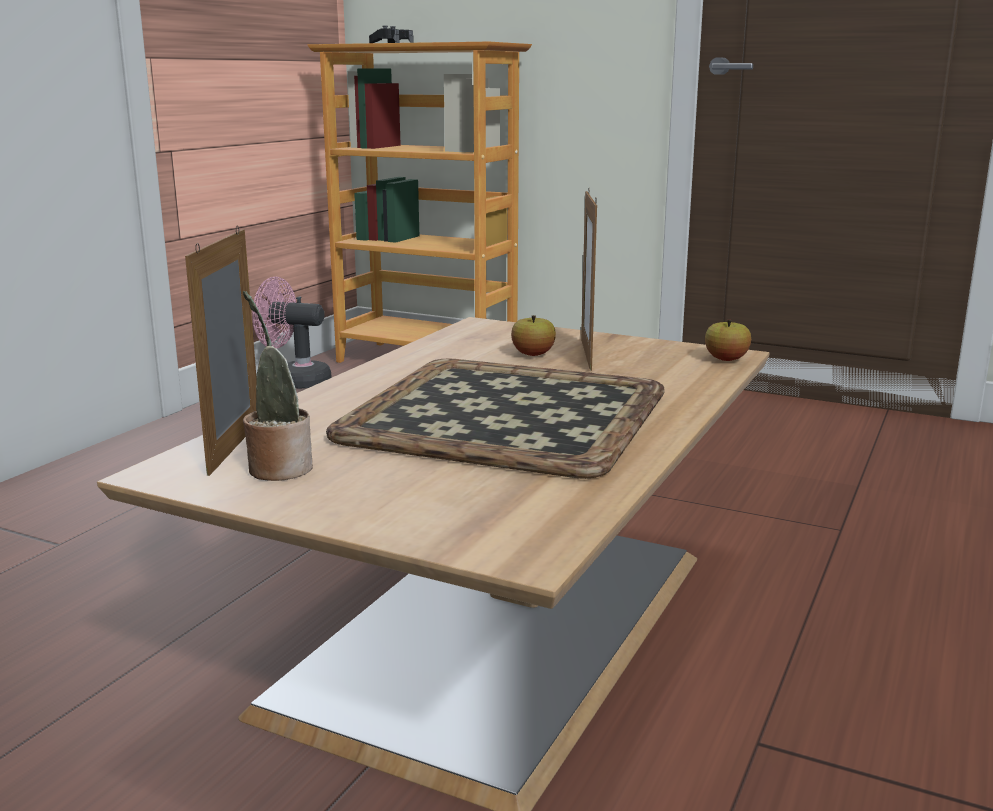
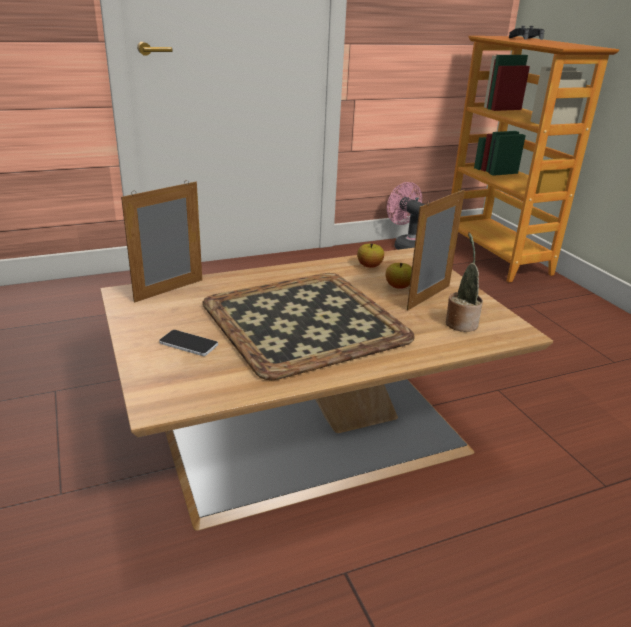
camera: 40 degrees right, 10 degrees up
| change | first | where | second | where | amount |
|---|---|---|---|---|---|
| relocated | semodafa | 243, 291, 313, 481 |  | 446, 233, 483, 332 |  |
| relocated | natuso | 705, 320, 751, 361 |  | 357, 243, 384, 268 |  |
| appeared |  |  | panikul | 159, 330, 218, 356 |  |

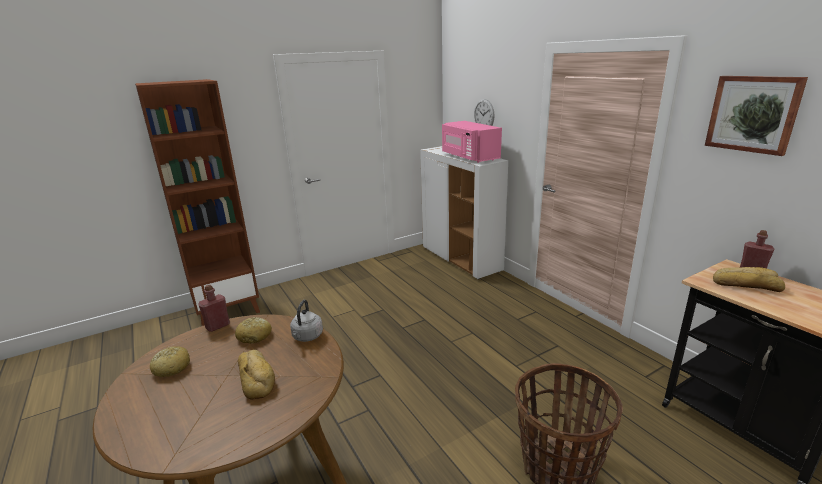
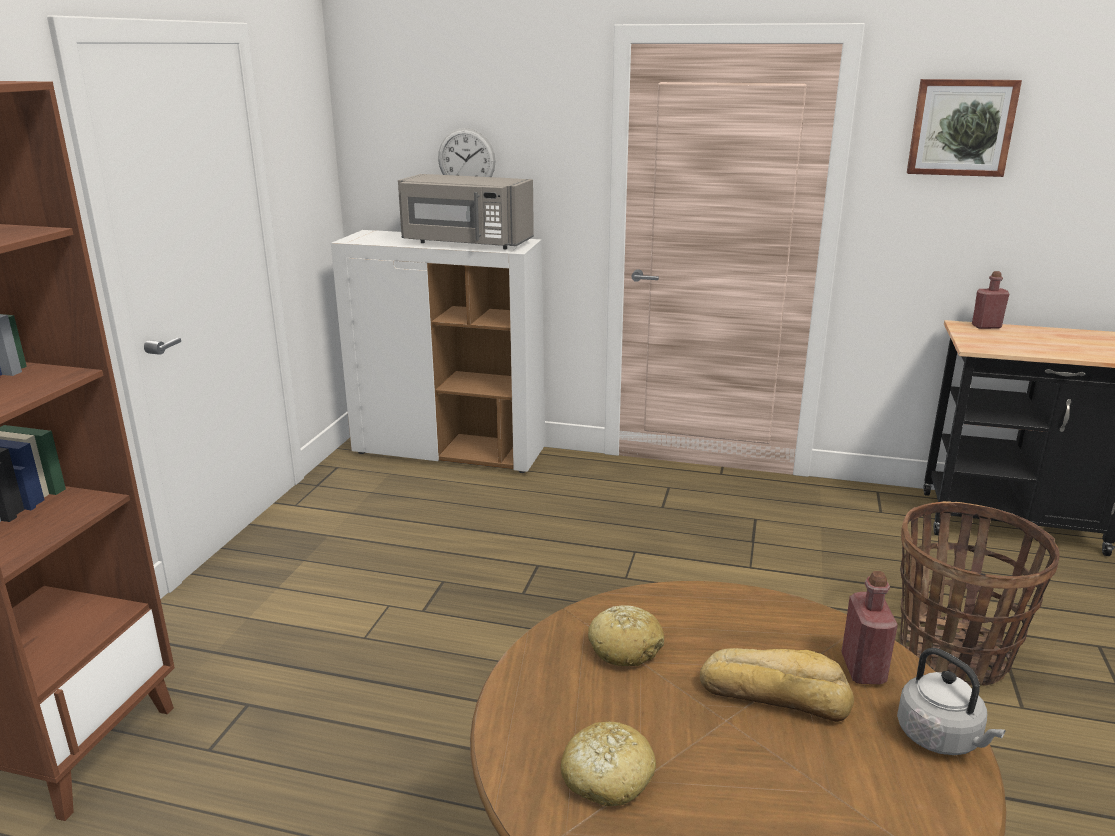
camera: 45 degrees left, 0 degrees up
| change | first | where | second | where | amount |
|---|---|---|---|---|---|
| colour | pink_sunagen | 442, 121, 502, 163 | grey_sunagen | 398, 174, 534, 249 |  |
| missing | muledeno | 713, 267, 785, 292 |  |  |  |
| relocated | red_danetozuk | 198, 285, 230, 332 |  | 842, 571, 898, 684 |  |
| relocated | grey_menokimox | 290, 300, 323, 342 |  | 897, 648, 1006, 755 |  |

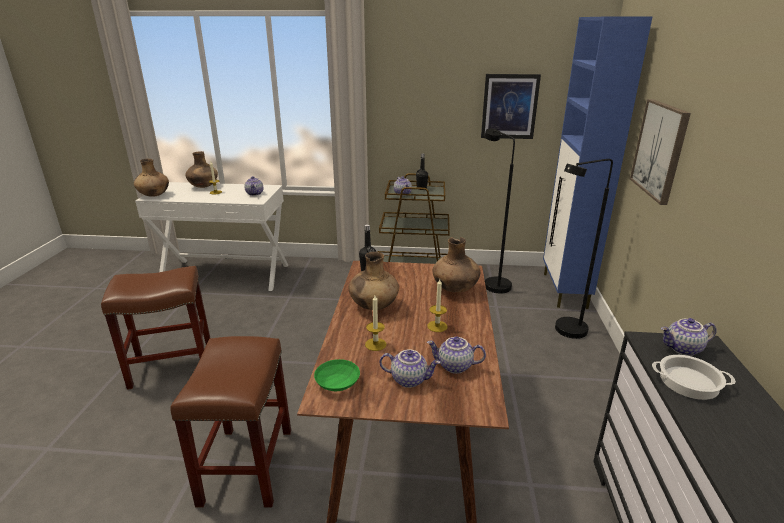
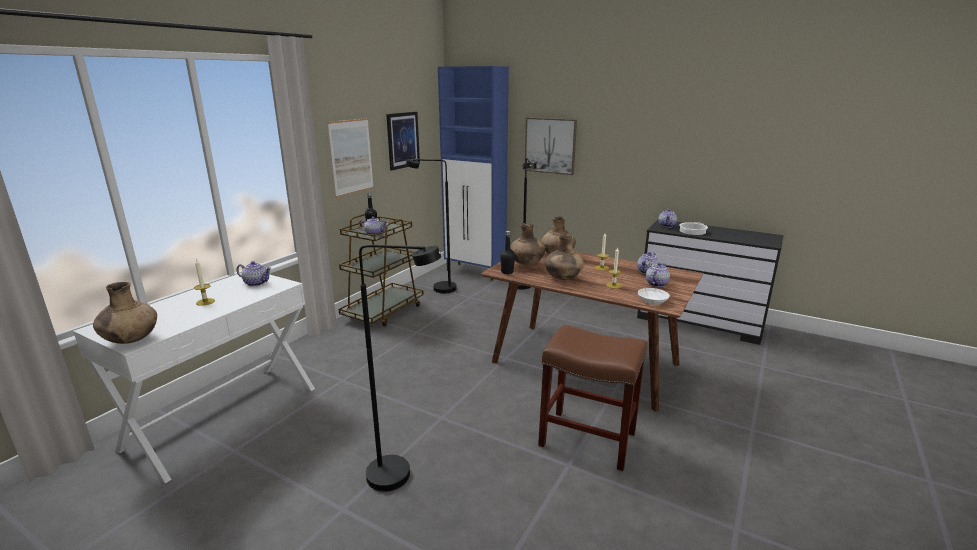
camera: 65 degrees left, 5 degrees down
| change | first | where | second | where | amount |
|---|---|---|---|---|---|
| relocated | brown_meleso | 185, 151, 218, 188 |  | 510, 223, 545, 265 |  |
| exchanged | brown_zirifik | 101, 266, 210, 390 | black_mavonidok | 359, 245, 441, 492 |  |
| colour | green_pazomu | 314, 359, 360, 391 | white_pazomu | 638, 288, 670, 305 |  |
| appeared |  |  | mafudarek | 327, 118, 374, 197 |  |

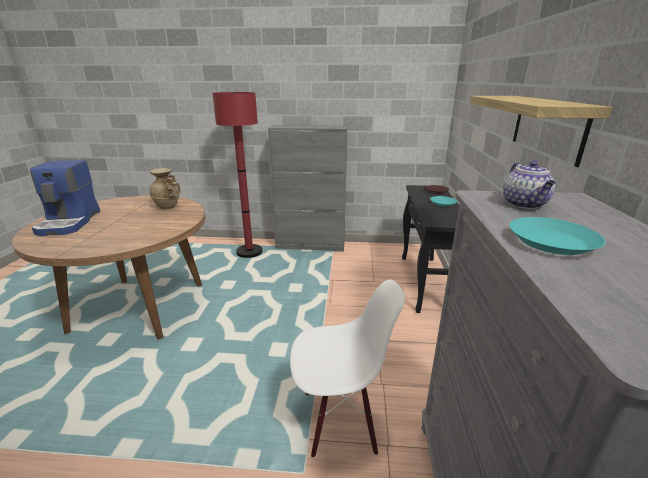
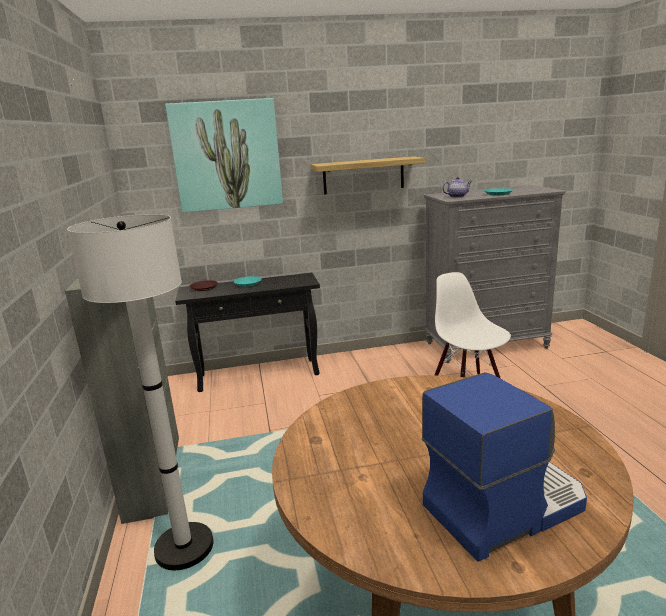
camera: 105 degrees left, 5 degrees down
| change | first | where | second | where | amount |
|---|---|---|---|---|---|
| colour | red_mavonidok | 212, 92, 263, 258 | white_mavonidok | 67, 214, 213, 570 |  |
| missing | beige_meleso | 149, 168, 180, 209 |  |  |  |
| appeared |  |  | mafudarek | 165, 98, 283, 213 |  |

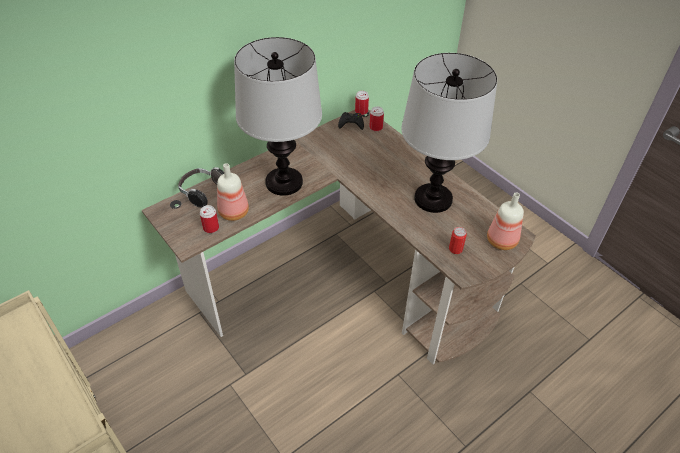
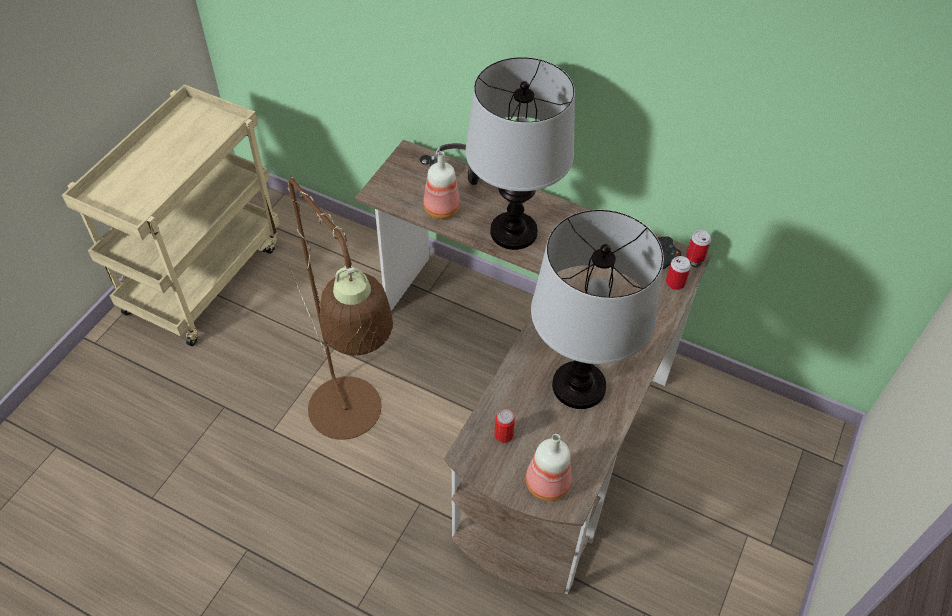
camera: 65 degrees right, 5 degrees up
| change | first | where | second | where | amount |
|---|---|---|---|---|---|
| missing | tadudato | 200, 205, 219, 233 |  |  |  |
| appeared |  |  | brown_mavonidok | 288, 177, 393, 440 |  |

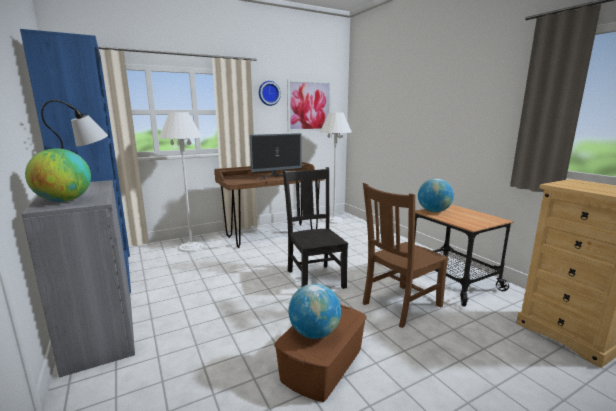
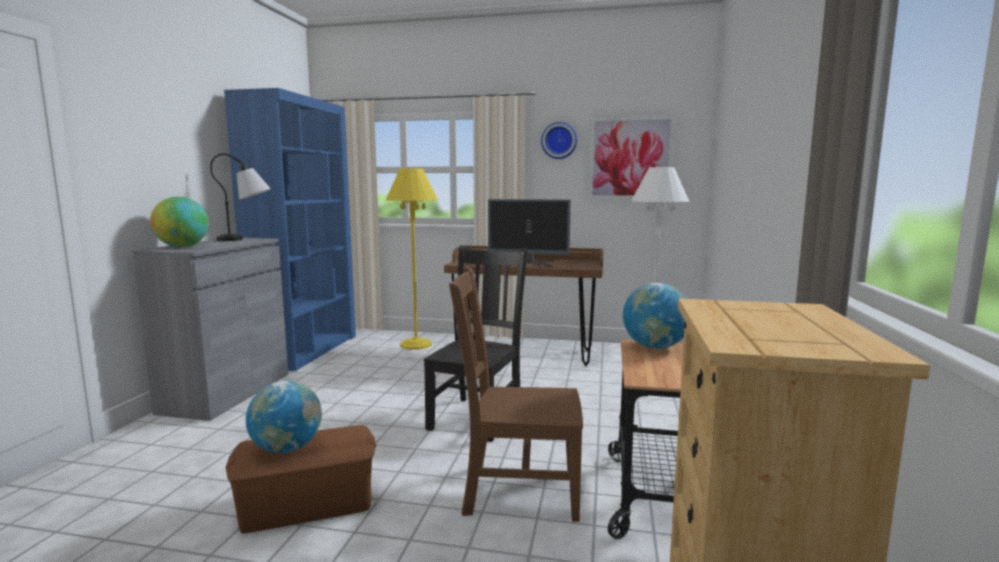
camera: 40 degrees right, 5 degrees down
| change | first | where | second | where | amount |
|---|---|---|---|---|---|
| colour | white_mavonidok | 159, 112, 204, 252 | yellow_mavonidok | 386, 168, 438, 350 |  |

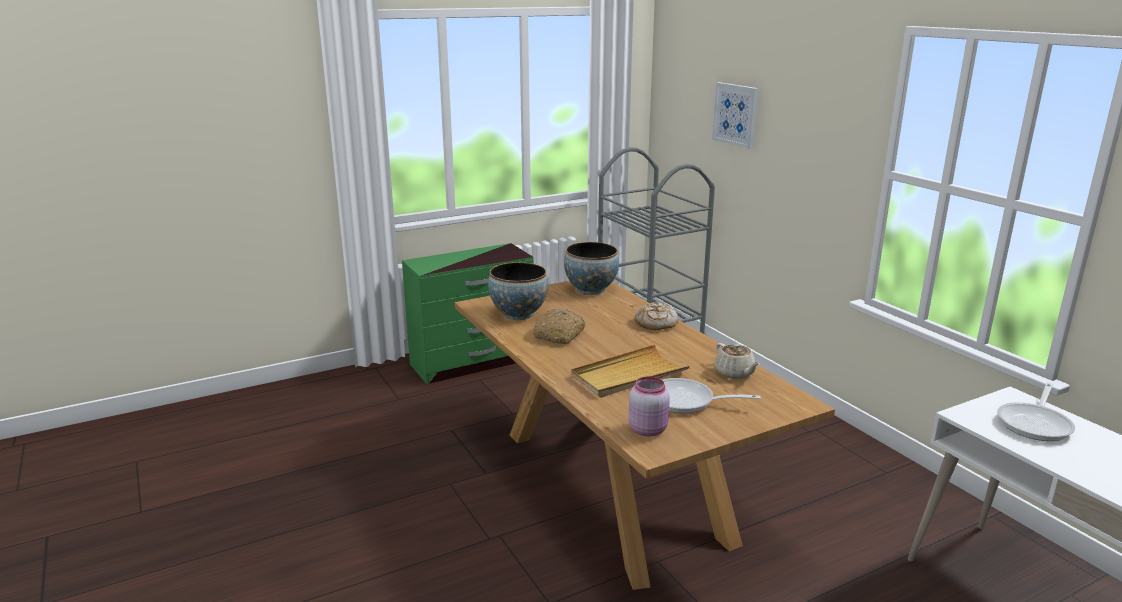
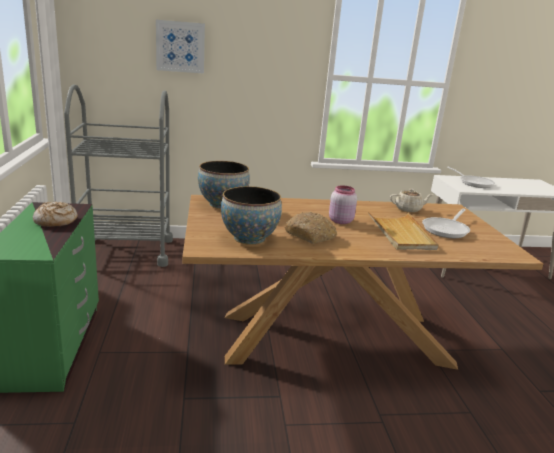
camera: 70 degrees left, 0 degrees up
| change | first | where | second | where | amount |
|---|---|---|---|---|---|
| relocated | muledeno | 634, 302, 679, 330 |  | 33, 201, 78, 227 |  |
| relocated | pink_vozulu | 629, 377, 670, 436 |  | 329, 185, 357, 224 |  |

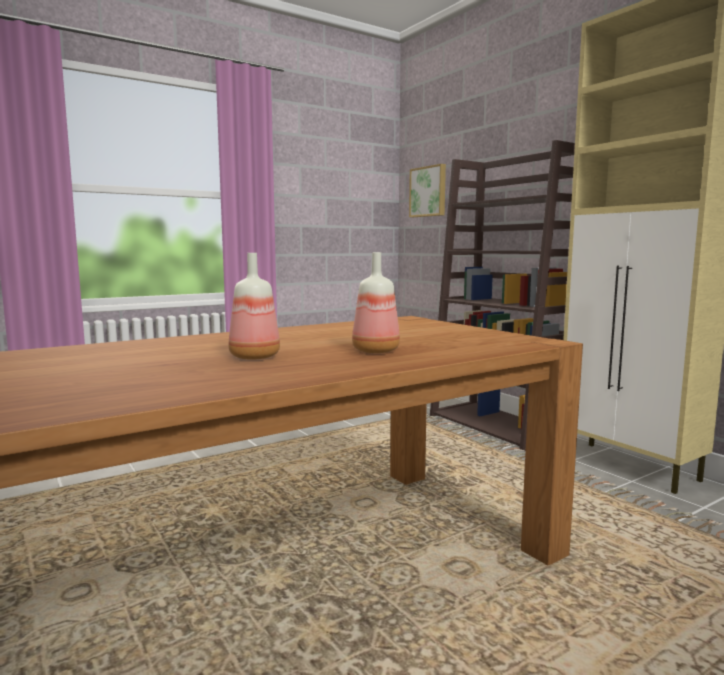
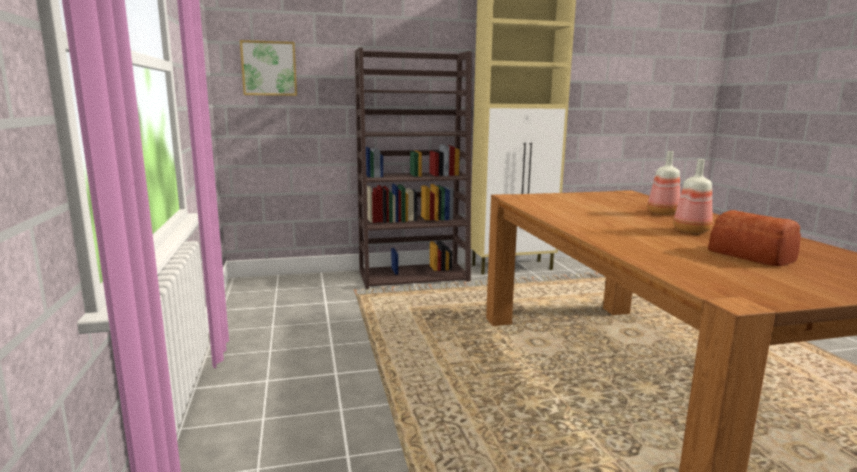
camera: 70 degrees left, 5 degrees up
| change | first | where | second | where | amount |
|---|---|---|---|---|---|
| appeared |  |  | muledeno | 708, 210, 801, 266 |  |

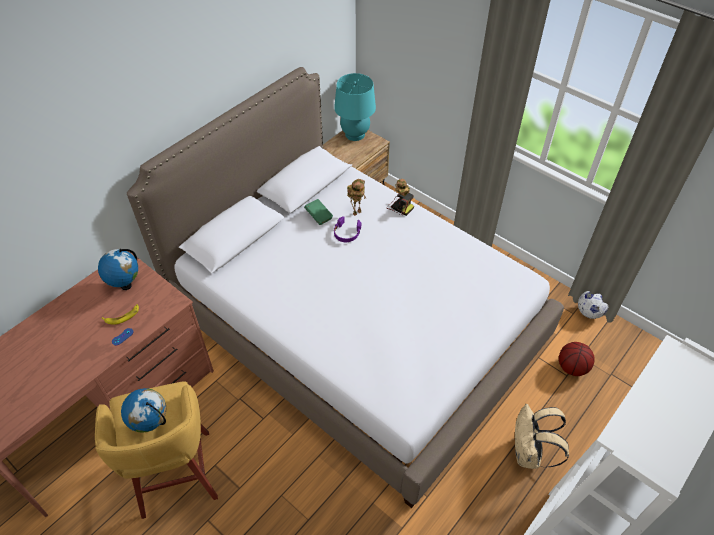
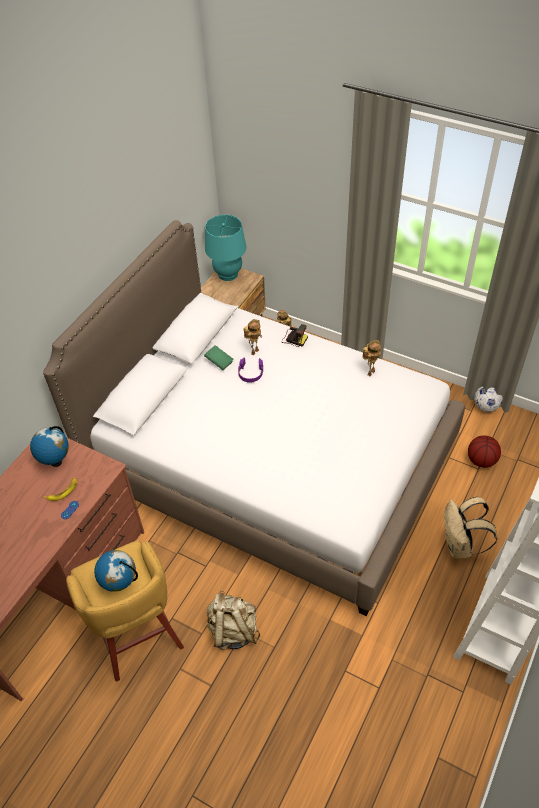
camera: 10 degrees left, 0 degrees up
| change | first | where | second | where | amount |
|---|---|---|---|---|---|
| appeared |  |  | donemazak | 362, 340, 381, 376 |  |
| appeared |  |  | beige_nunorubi | 207, 591, 260, 650 |  |

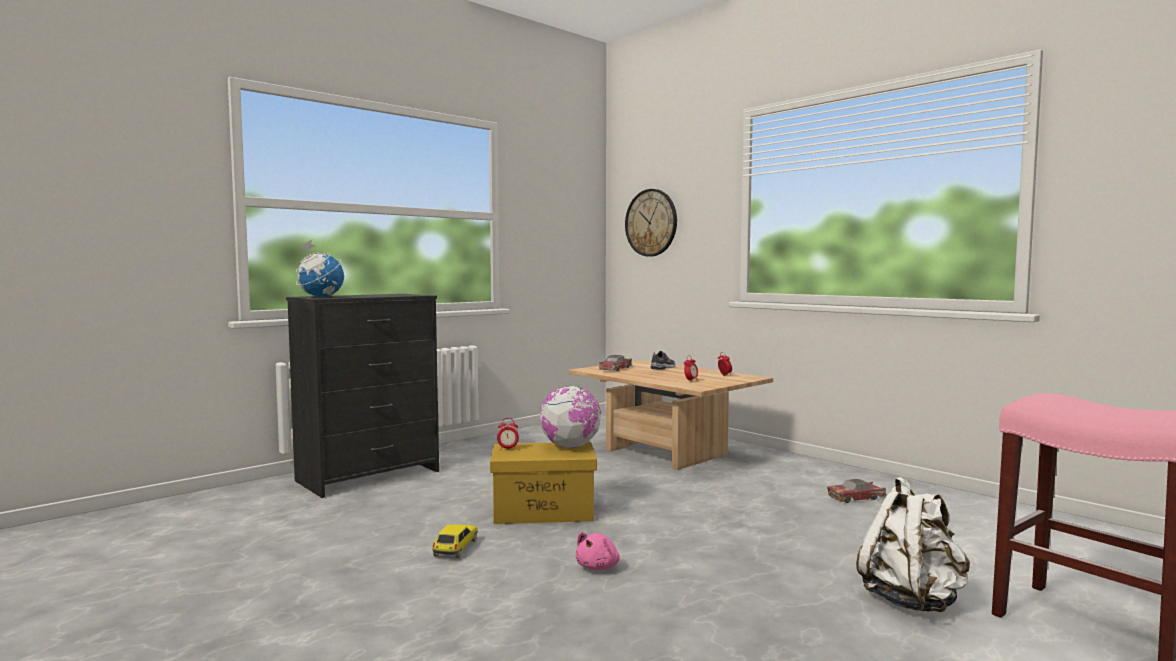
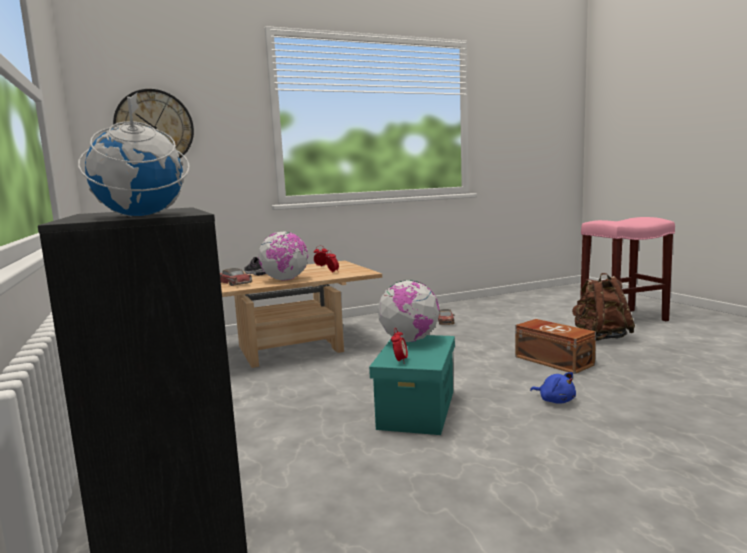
camera: 70 degrees left, 5 degrees up
| change | first | where | second | where | amount |
|---|---|---|---|---|---|
| colour | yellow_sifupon | 490, 442, 597, 524 | turquoise_sifupon | 369, 335, 455, 435 |  |
| colour | white_nunorubi | 856, 477, 970, 612 | brown_nunorubi | 572, 273, 635, 341 |  |
| missing | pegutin | 432, 524, 478, 559 |  |  |  |
| colour | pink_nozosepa | 576, 532, 620, 570 | blue_nozosepa | 530, 372, 576, 404 |  |
| appeared |  |  | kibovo | 258, 231, 308, 281 |  |
| appeared |  |  | brown_sifupon | 515, 319, 596, 374 |  |

